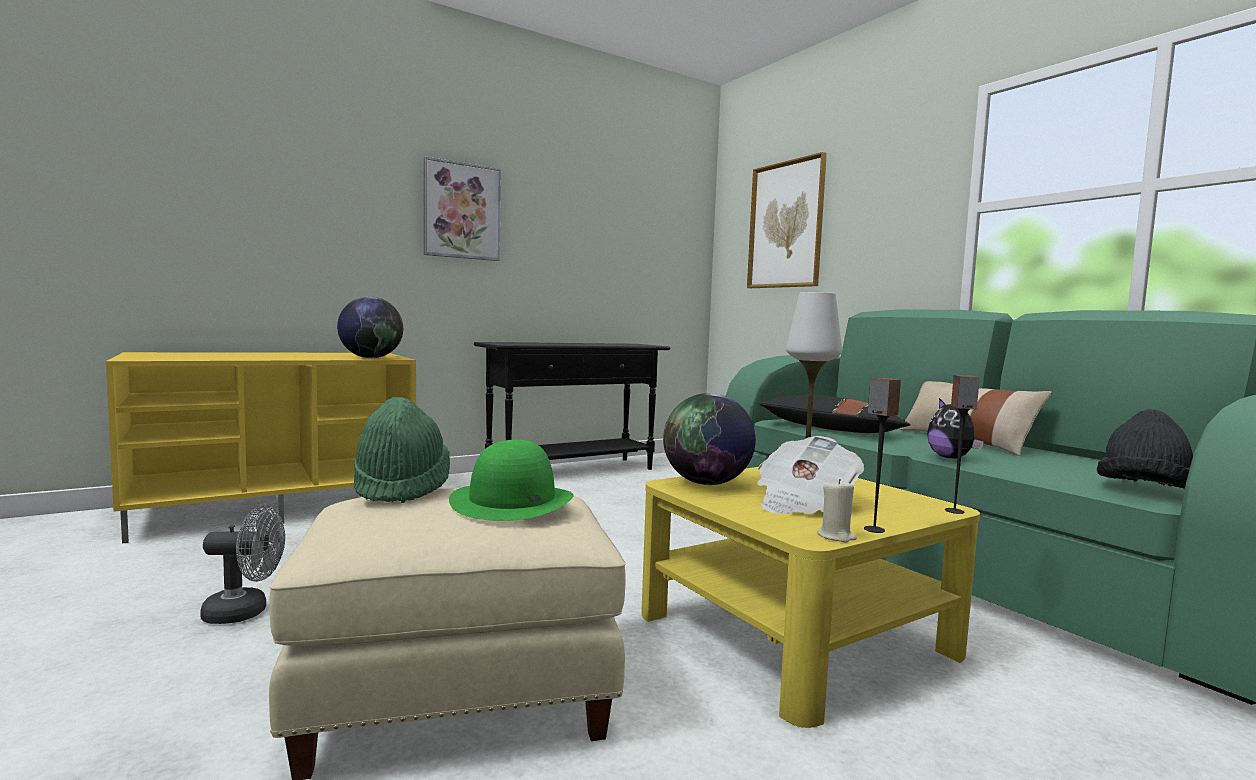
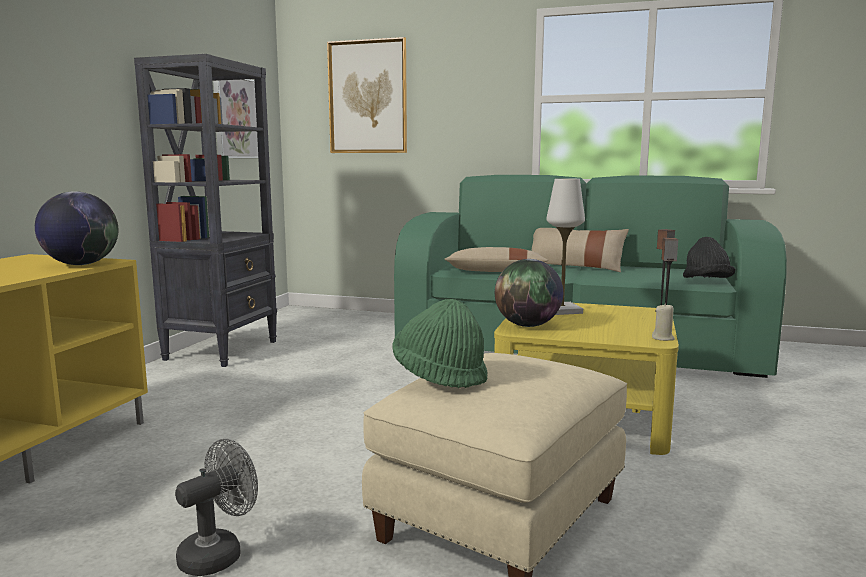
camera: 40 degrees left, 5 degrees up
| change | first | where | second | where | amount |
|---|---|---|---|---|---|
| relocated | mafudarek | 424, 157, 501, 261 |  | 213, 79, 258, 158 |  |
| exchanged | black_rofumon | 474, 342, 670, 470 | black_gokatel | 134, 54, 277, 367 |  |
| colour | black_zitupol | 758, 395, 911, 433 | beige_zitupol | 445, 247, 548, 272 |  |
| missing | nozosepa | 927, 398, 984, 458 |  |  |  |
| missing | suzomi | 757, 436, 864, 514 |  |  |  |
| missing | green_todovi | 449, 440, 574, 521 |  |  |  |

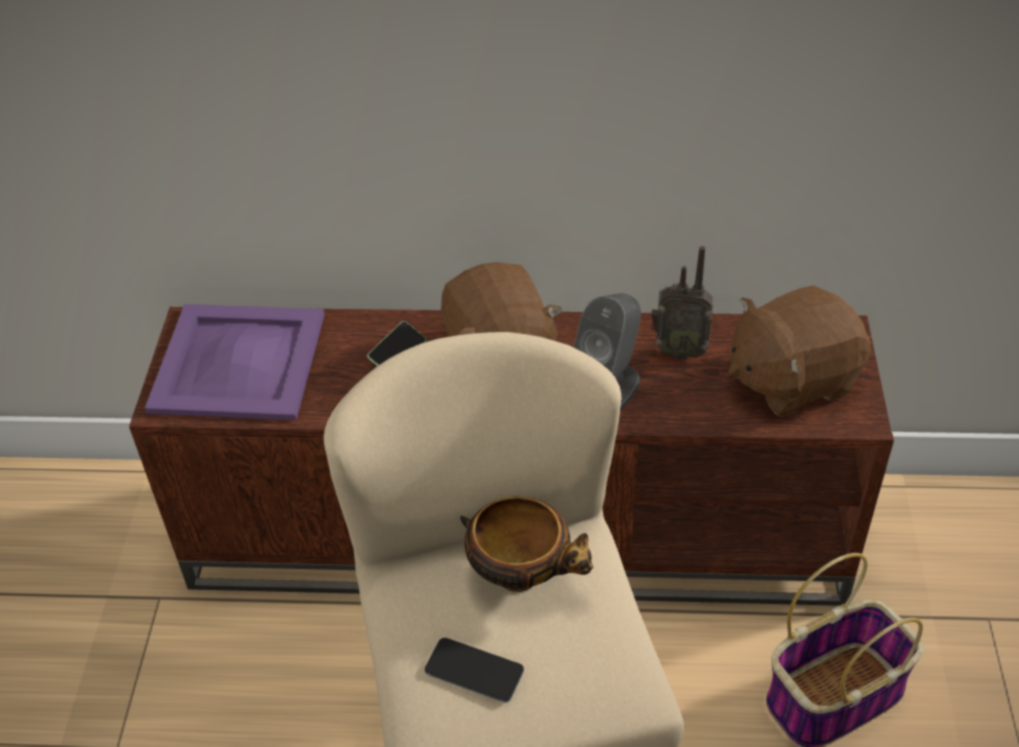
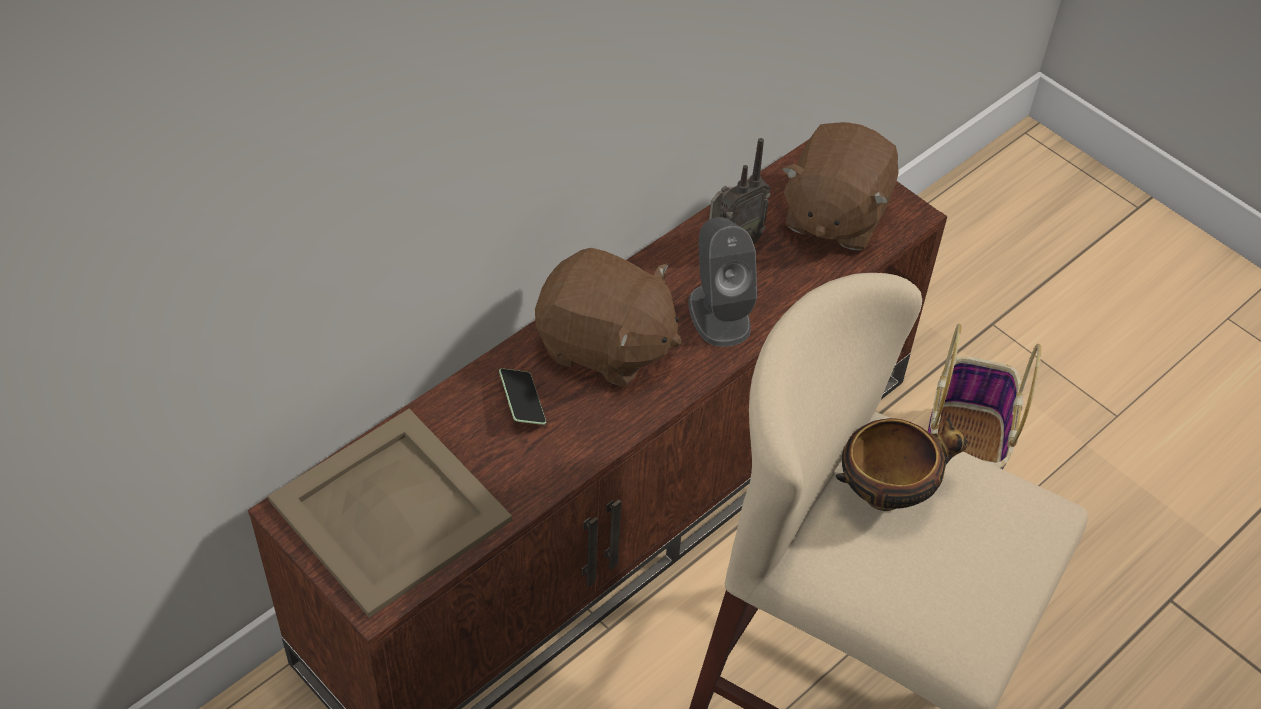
camera: 50 degrees left, 5 degrees up
| change | first | where | second | where | amount |
|---|---|---|---|---|---|
| colour | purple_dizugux | 145, 304, 325, 420 | beige_dizugux | 268, 409, 512, 618 |  |
| missing | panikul | 425, 638, 524, 703 |  |  |  |

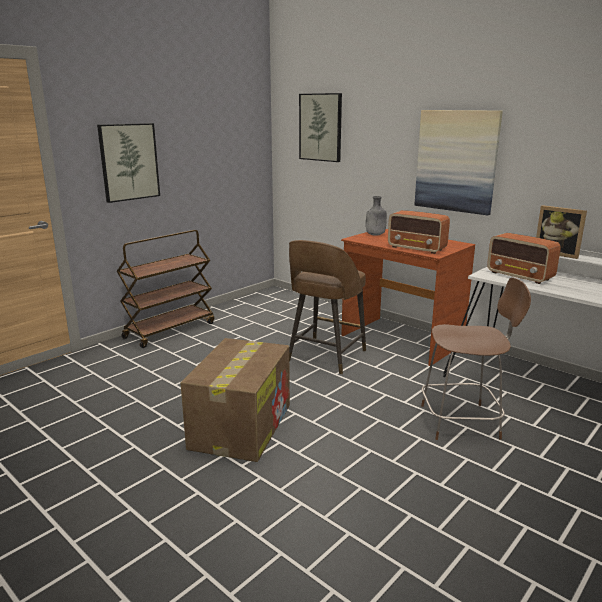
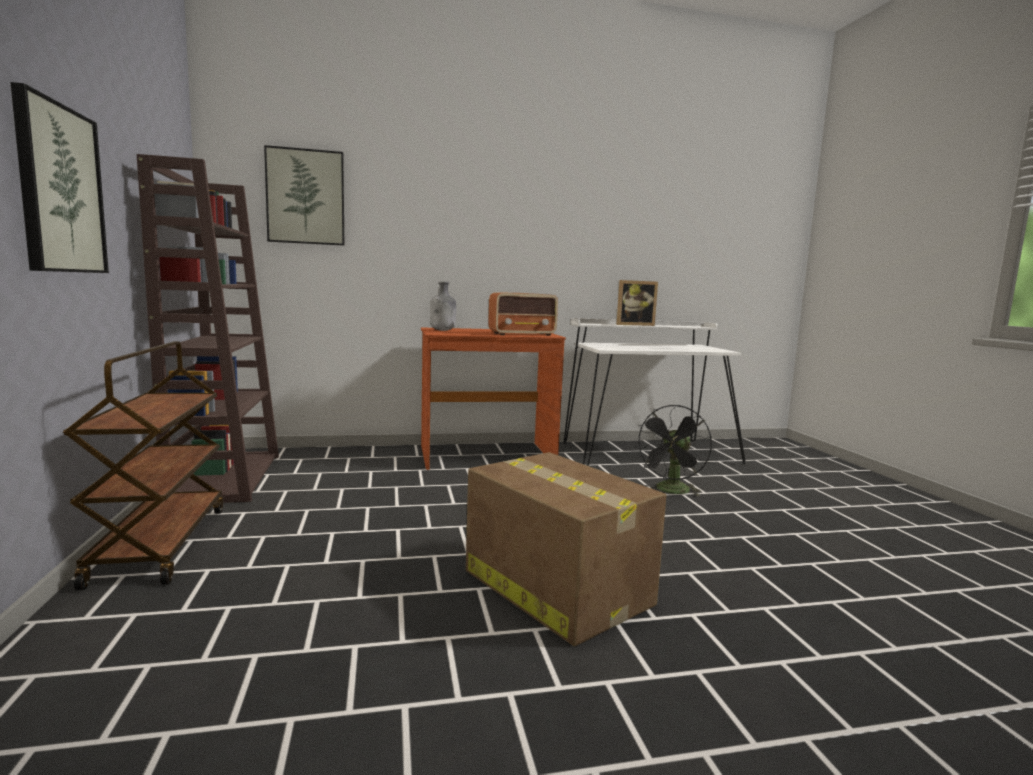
camera: 55 degrees left, 10 degrees down
| change | first | where | second | where | amount |
|---|---|---|---|---|---|
| missing | mafudarek | 415, 110, 503, 215 |  |  |  |
| missing | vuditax | 487, 233, 561, 284 |  |  |  |
| missing | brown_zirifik | 289, 240, 366, 374 |  |  |  |
| exchanged | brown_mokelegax | 421, 277, 531, 440 | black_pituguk | 635, 405, 712, 496 |  |
| appeared |  |  | brown_gokatel | 136, 154, 279, 503 |  |

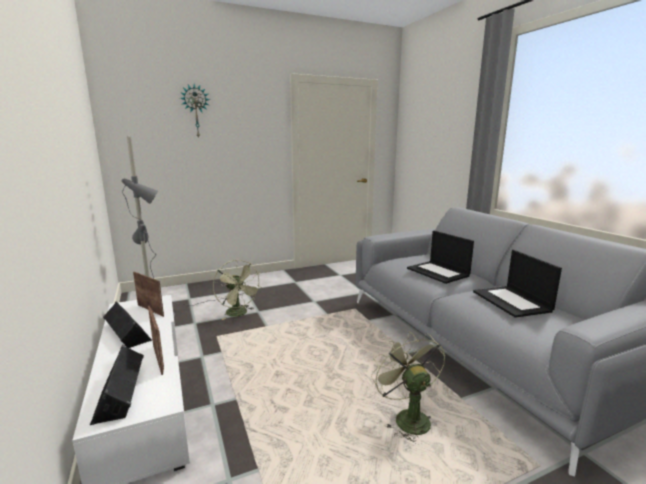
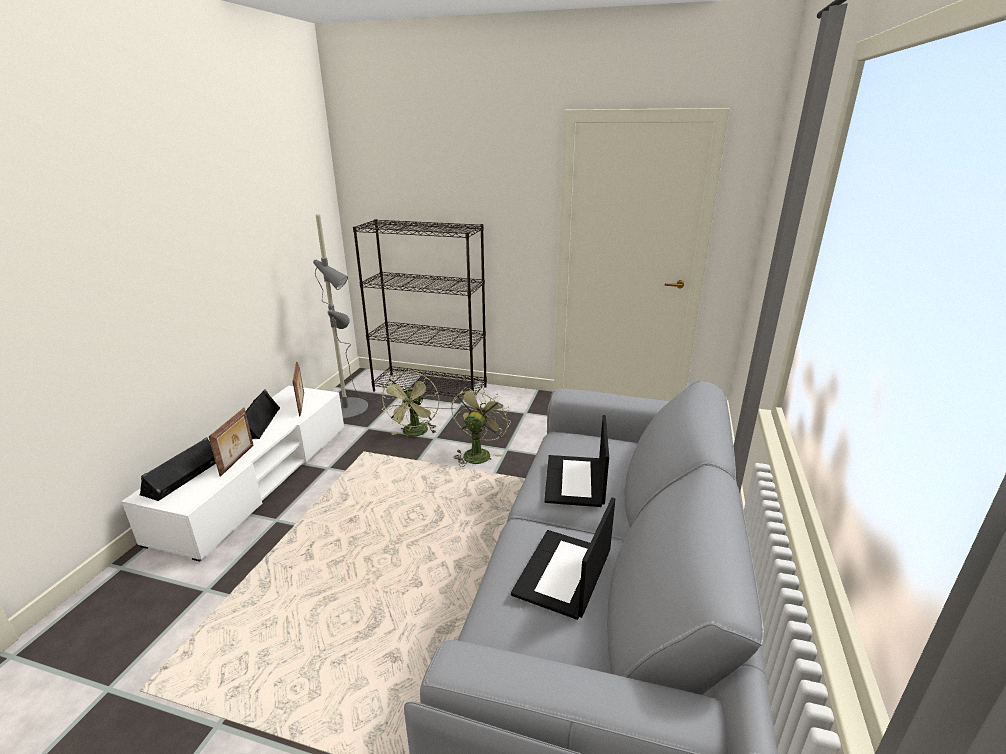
camera: 40 degrees right, 10 degrees up
| change | first | where | second | where | amount |
|---|---|---|---|---|---|
| missing | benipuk | 180, 84, 210, 139 |  |  |  |
| relocated | green_pituguk | 371, 332, 446, 445 |  | 451, 386, 511, 467 |  |
| appeared |  |  | black_gokatel | 353, 219, 487, 398 |  |

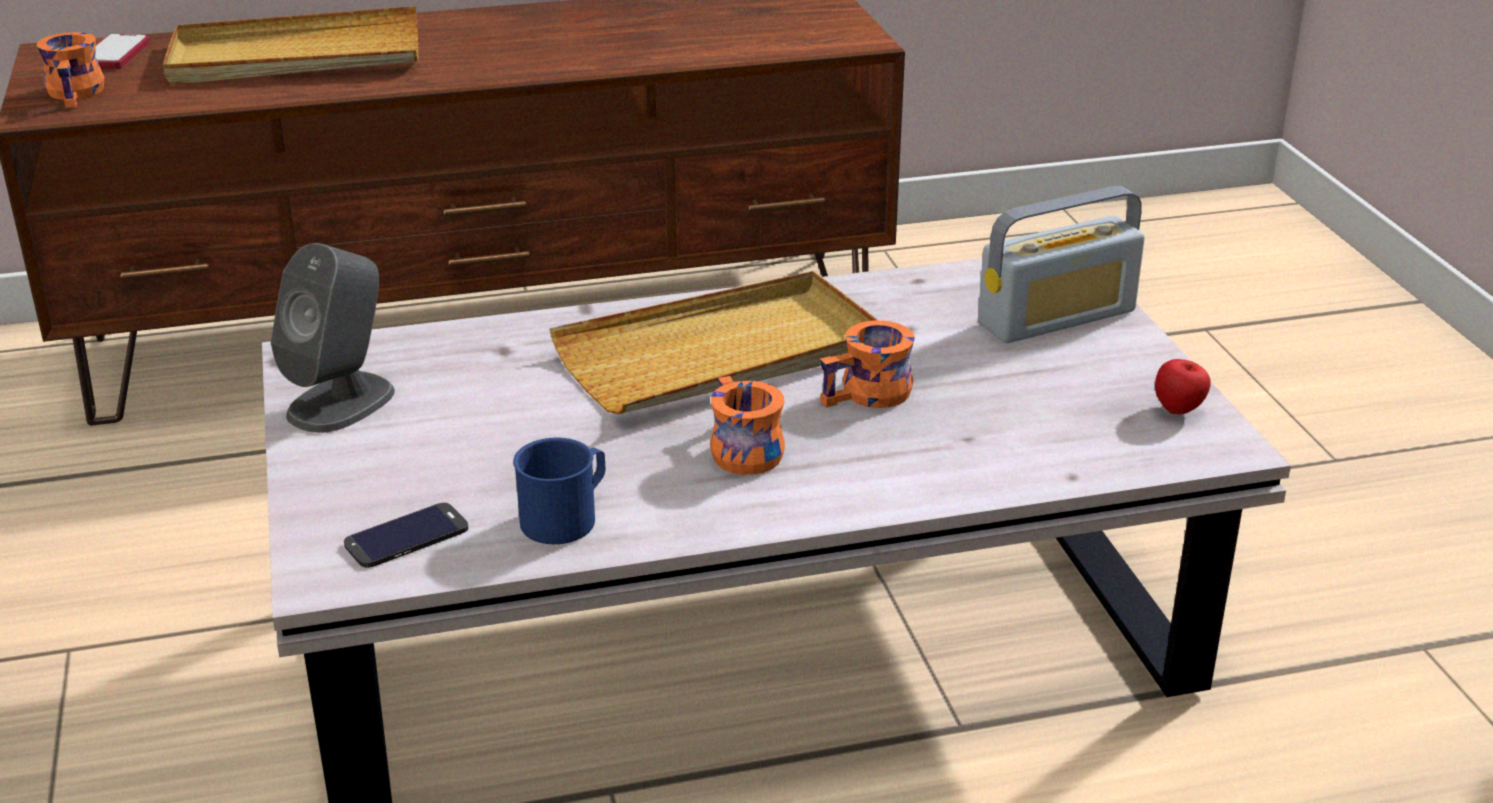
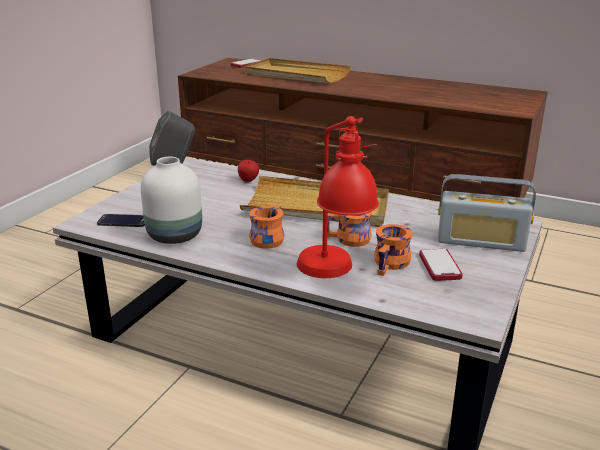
camera: 40 degrees right, 5 degrees down
| change | first | where | second | where | amount |
|---|---|---|---|---|---|
| relocated | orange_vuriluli | 36, 32, 104, 108 |  | 374, 224, 413, 276 |  |
| relocated | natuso | 1155, 359, 1211, 414 |  | 238, 160, 259, 182 |  |
| exchanged | blue_vuriluli | 513, 438, 605, 544 | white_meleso | 141, 157, 202, 244 |  |
| appeared |  |  | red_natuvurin | 297, 116, 379, 278 |  |
| appeared |  |  | panikul | 419, 249, 463, 281 |  |

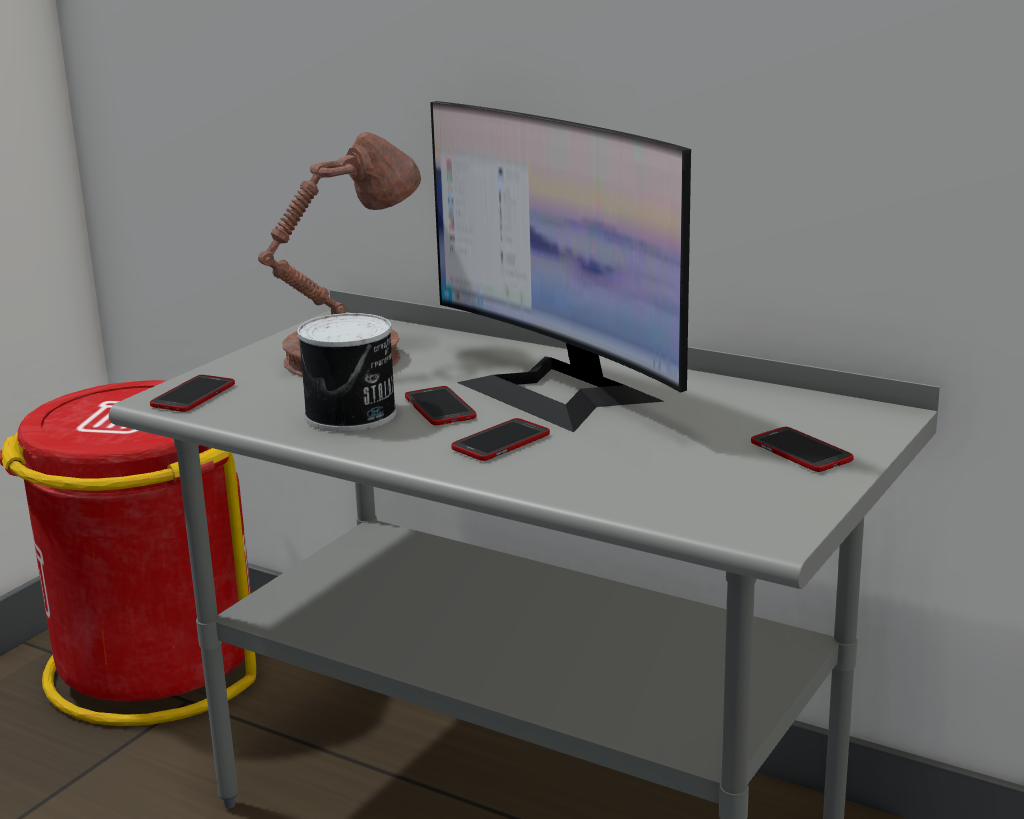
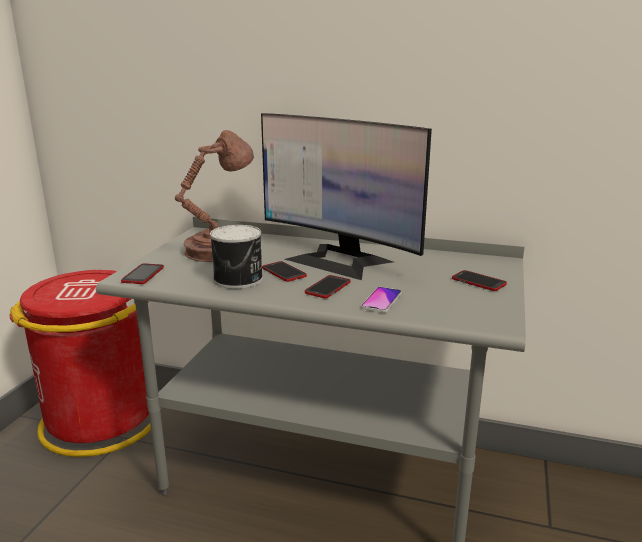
camera: 15 degrees left, 0 degrees up
| change | first | where | second | where | amount |
|---|---|---|---|---|---|
| appeared |  |  | panikul | 361, 287, 401, 313 |  |

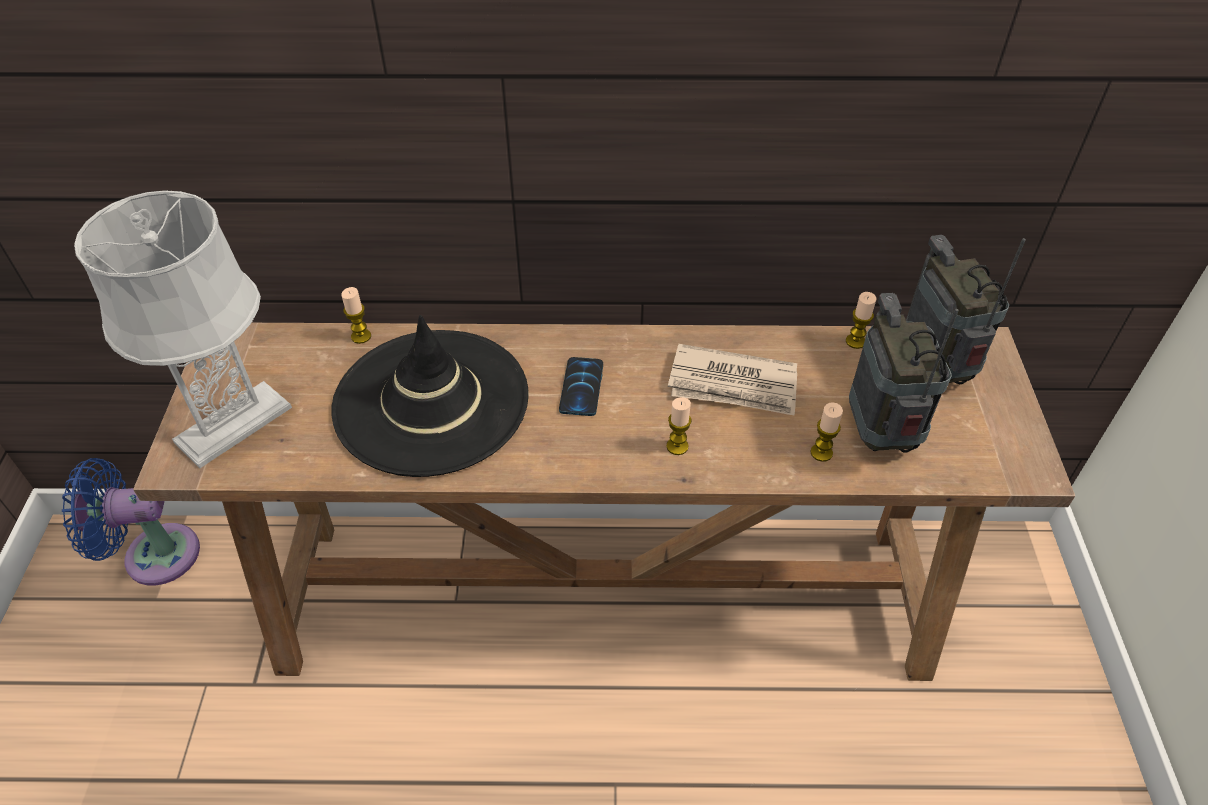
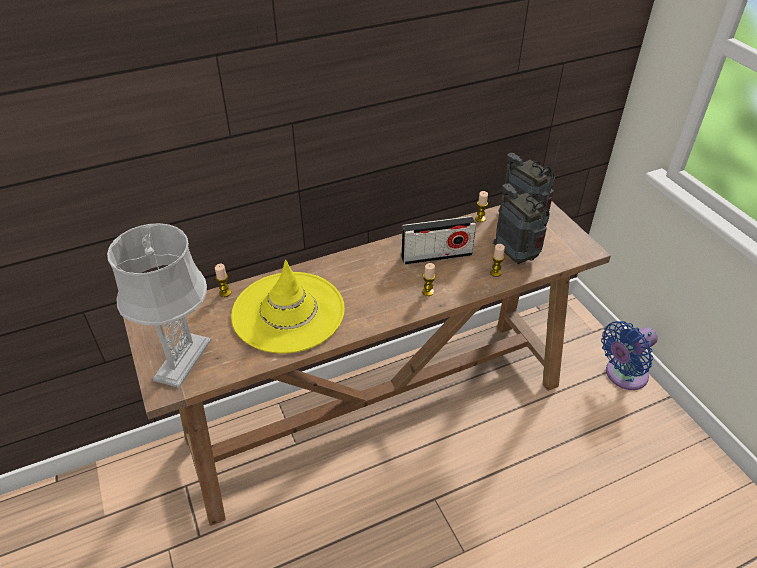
camera: 25 degrees left, 5 degrees down
| change | first | where | second | where | amount |
|---|---|---|---|---|---|
| colour | black_todovi | 331, 315, 529, 477 | yellow_todovi | 231, 260, 345, 354 |  |
| exchanged | suzomi | 668, 344, 797, 416 | vuditax | 401, 216, 476, 265 |  |
| missing | panikul | 559, 357, 603, 416 |  |  |  |
| relocated | blue_pituguk | 62, 458, 200, 585 |  | 601, 321, 658, 390 |  |

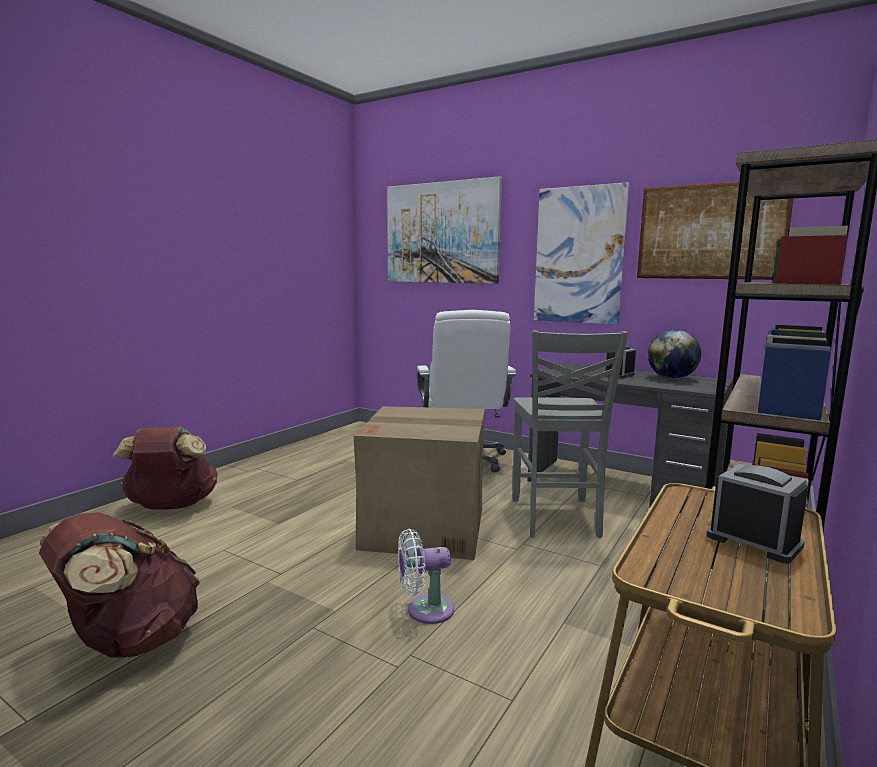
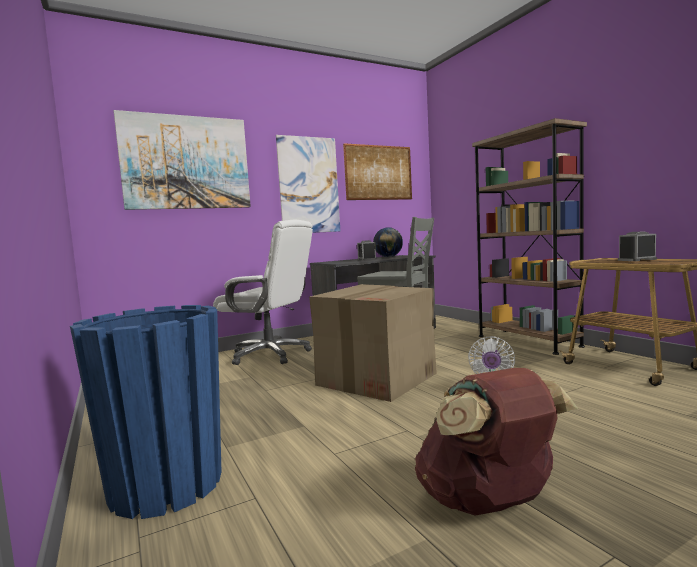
camera: 60 degrees left, 5 degrees down
| change | first | where | second | where | amount |
|---|---|---|---|---|---|
| exchanged | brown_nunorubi | 113, 427, 218, 510 | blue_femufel | 70, 305, 222, 519 |  |

